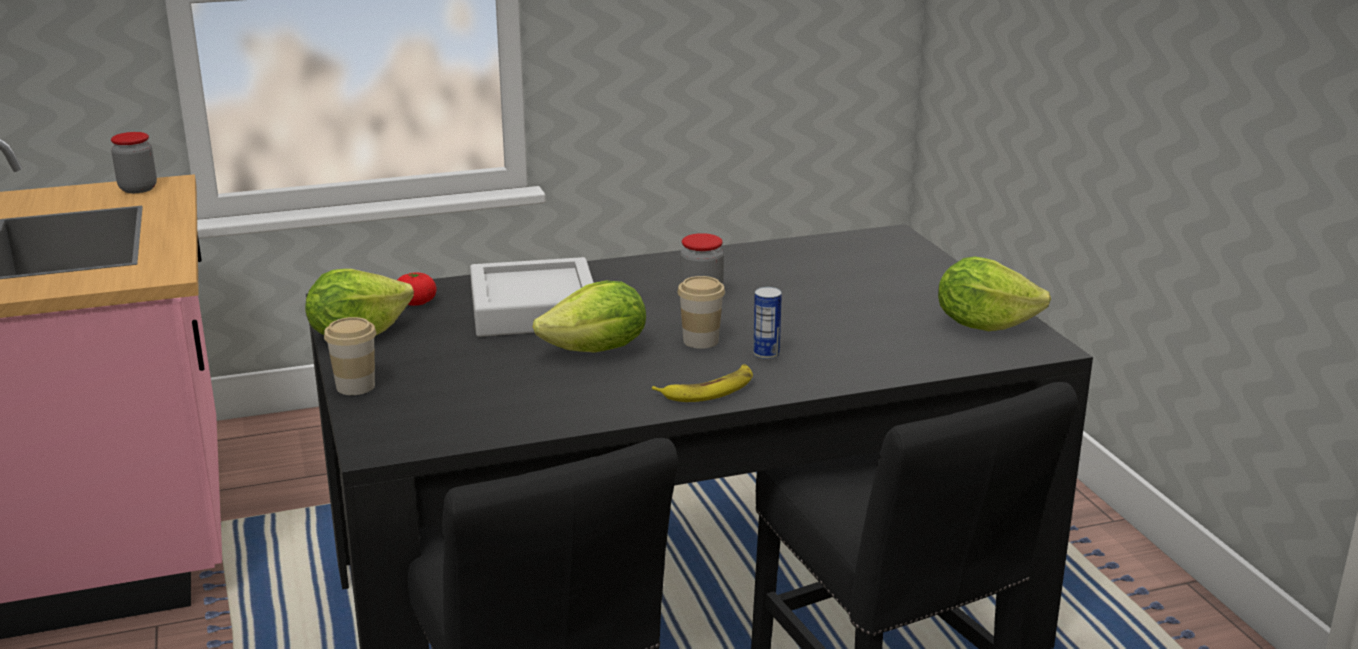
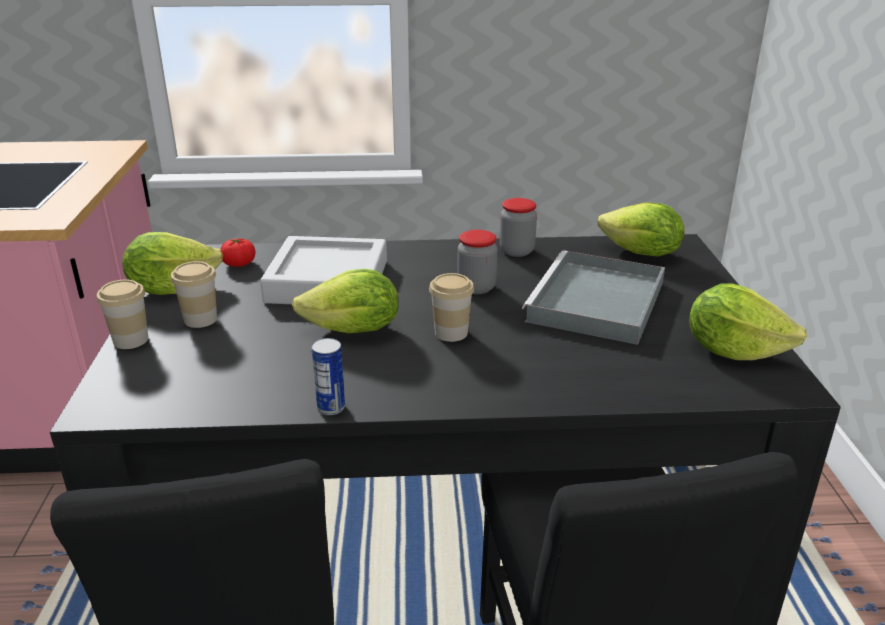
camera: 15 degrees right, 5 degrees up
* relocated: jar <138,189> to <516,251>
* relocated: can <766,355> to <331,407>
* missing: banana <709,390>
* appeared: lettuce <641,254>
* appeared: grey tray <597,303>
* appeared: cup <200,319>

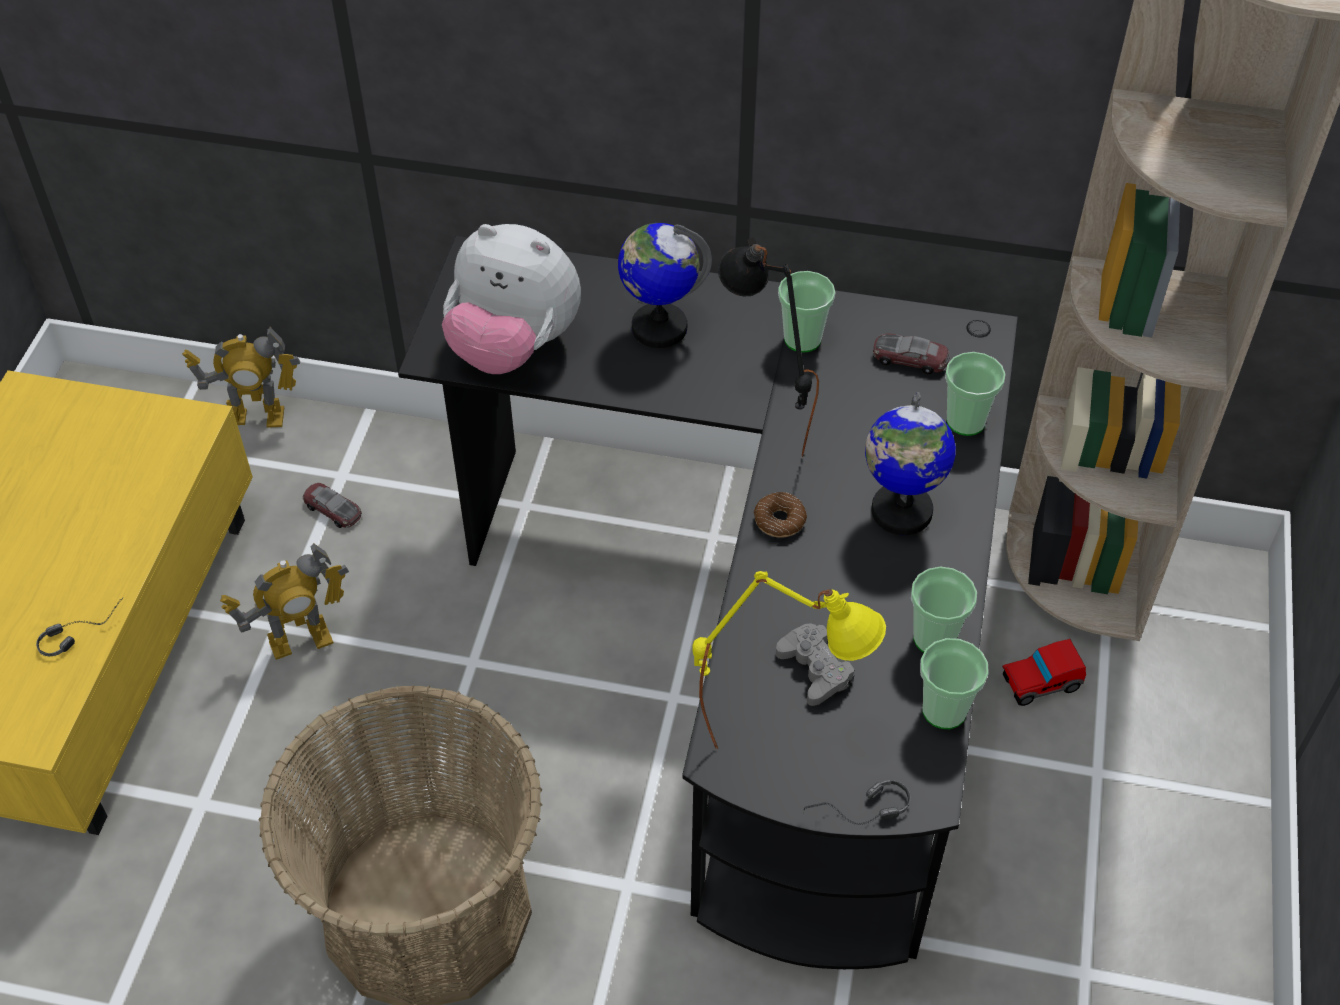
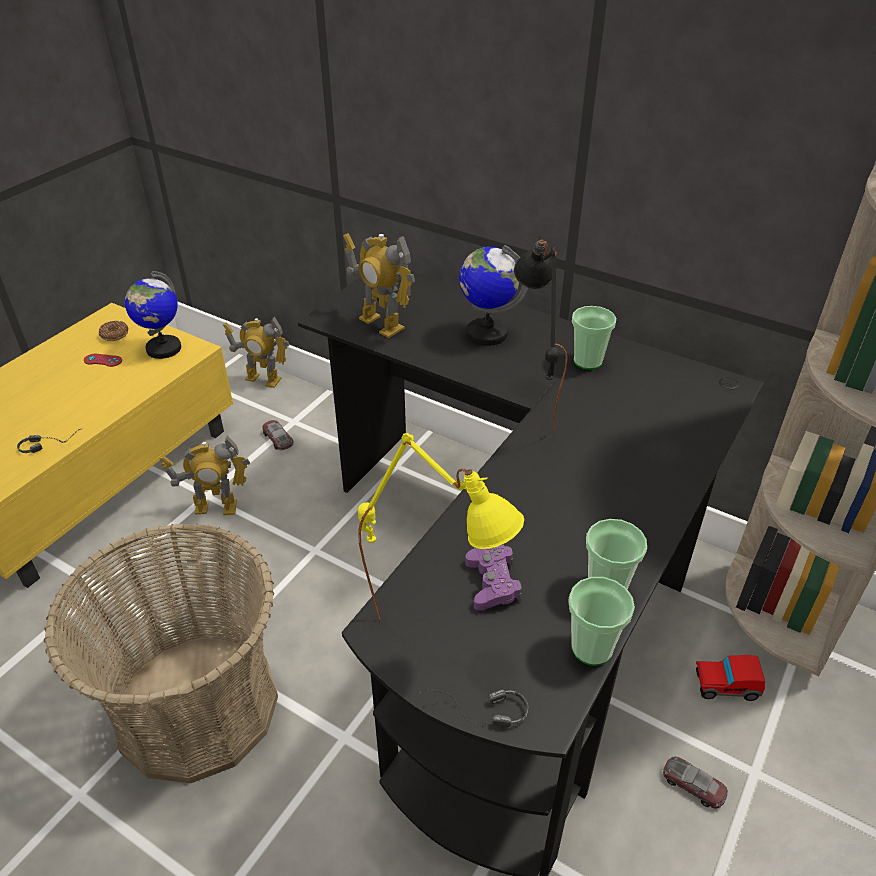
camera: 20 degrees right, 10 degrees down
* exchanged: plush toy <513,347> to toy robot <381,324>
* relocated: toy car <910,358> to <693,785>
* missing: cup <966,421>
* relocated: globe <900,511> to <163,348>
* relocated: donut <779,520> to <114,335>
* colour: grey game controller <814,669> to purple game controller <492,582>
* appeared: red game controller <103,360>

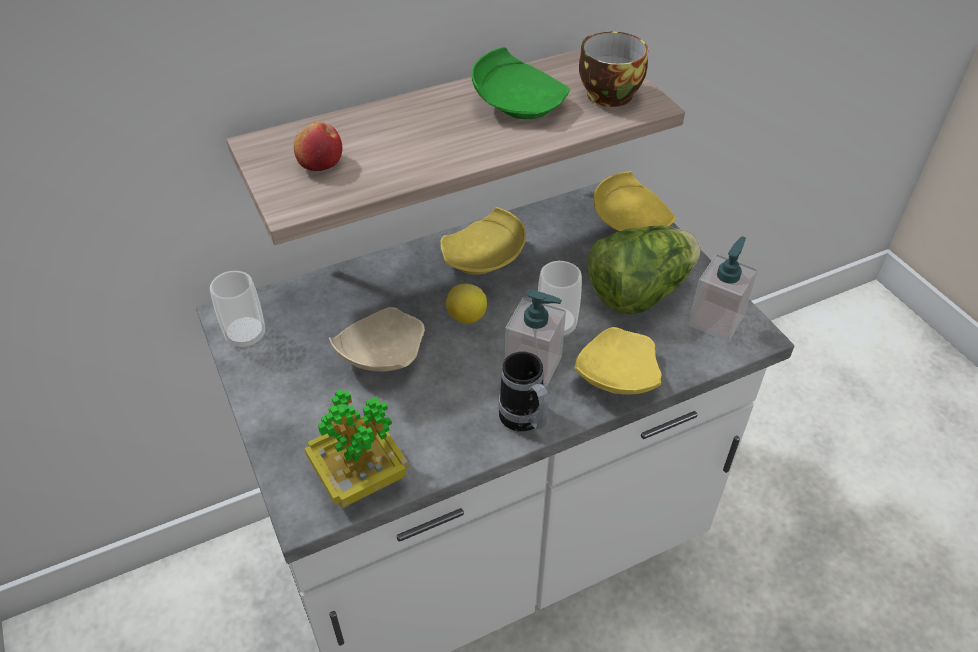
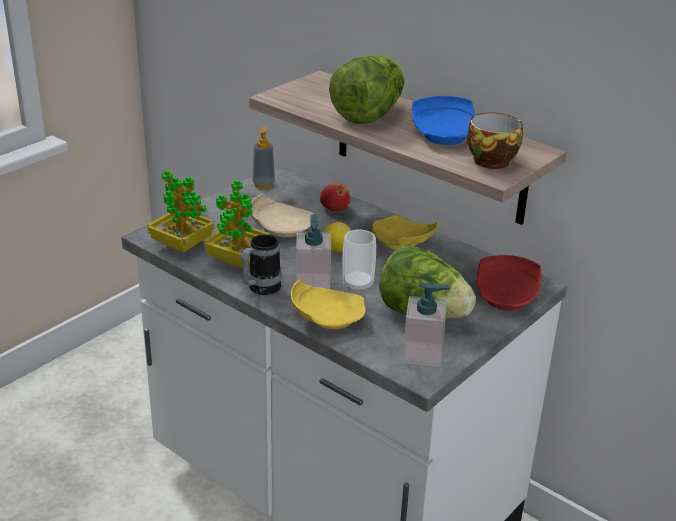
camera: 65 degrees right, 15 degrees down
* colour: green plate <518,103> to blue plate <444,134>
* relocated: apple <320,164> to <334,207>
* colour: yellow plate <631,220> to red plate <507,296>
* exchanged: cup <246,336> to soap dispenser <263,184>
* appeared: lettuce <369,114>
* appeared: potted plant <238,260>

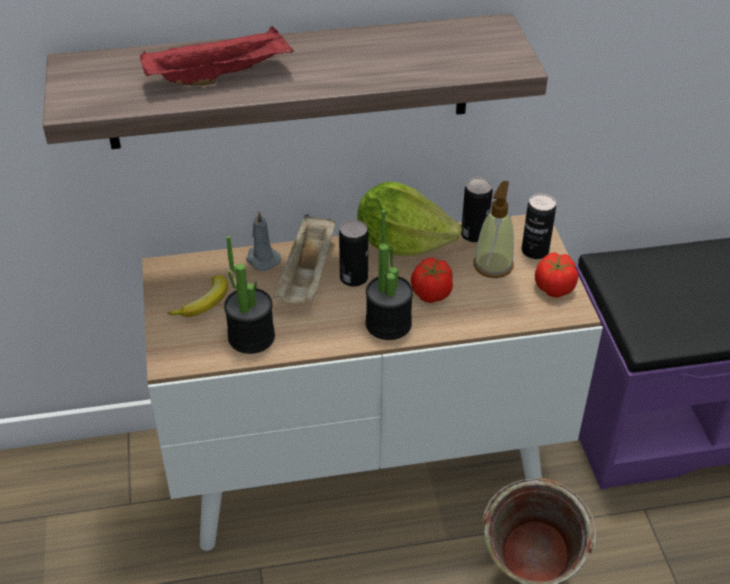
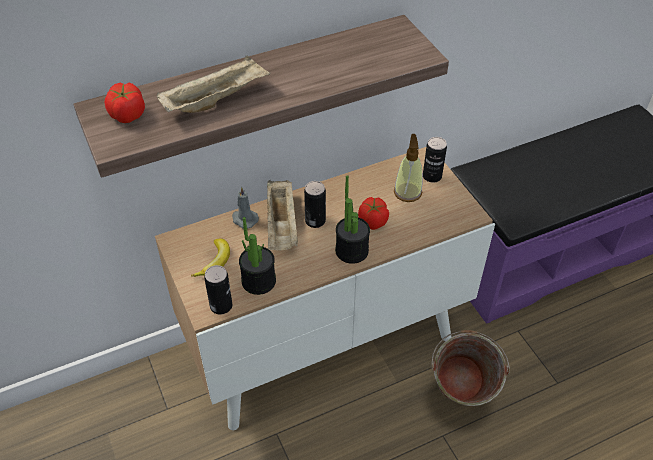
camera: 15 degrees left, 5 degrees up
* colour: red tray <220,76> to beige tray <216,100>
* relocated: can <474,234> to <221,306>
* missing: lettuce <402,243>
* relocated: tomato <554,288> to <127,115>

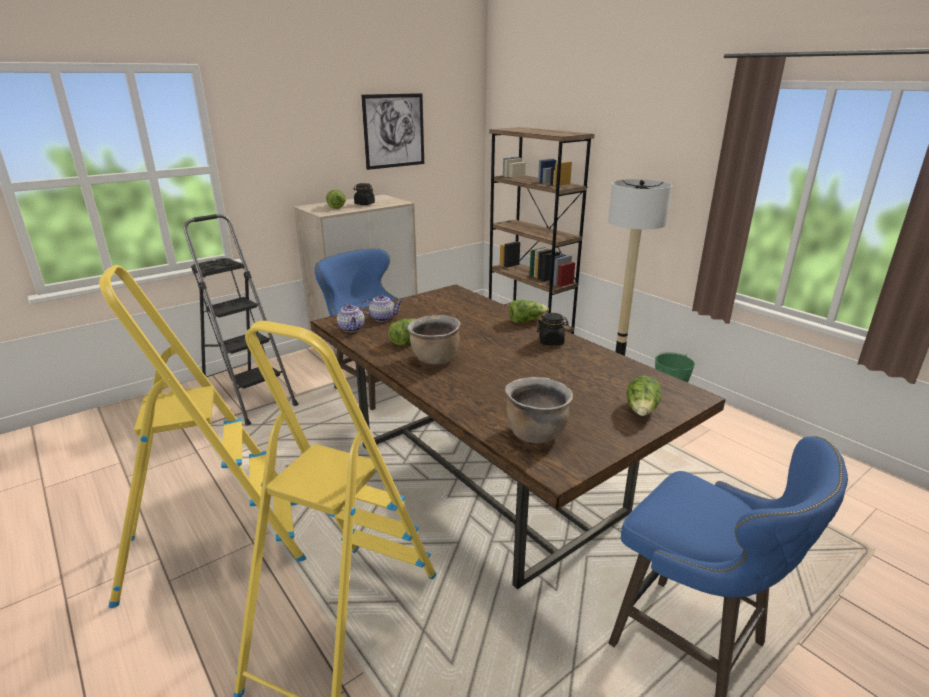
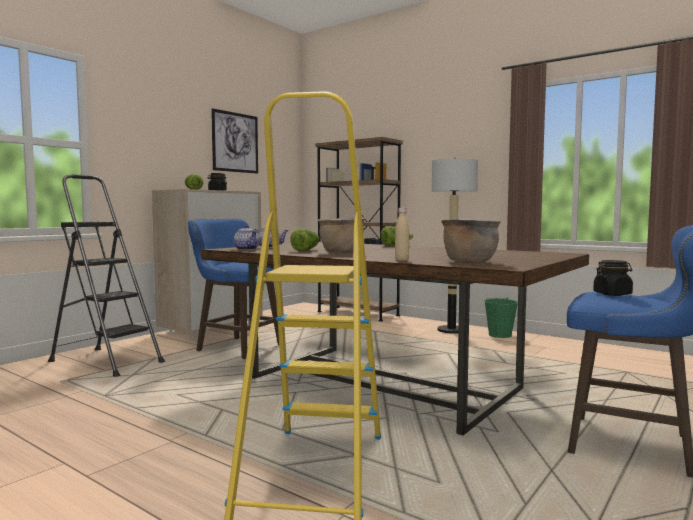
camera: 15 degrees left, 20 degrees down
* missing: yellow step ladder <215,549>
* relocated: black jar <551,341> to <612,294>
* missing: lettuce <642,410>
* appeared: beige bottle <401,260>

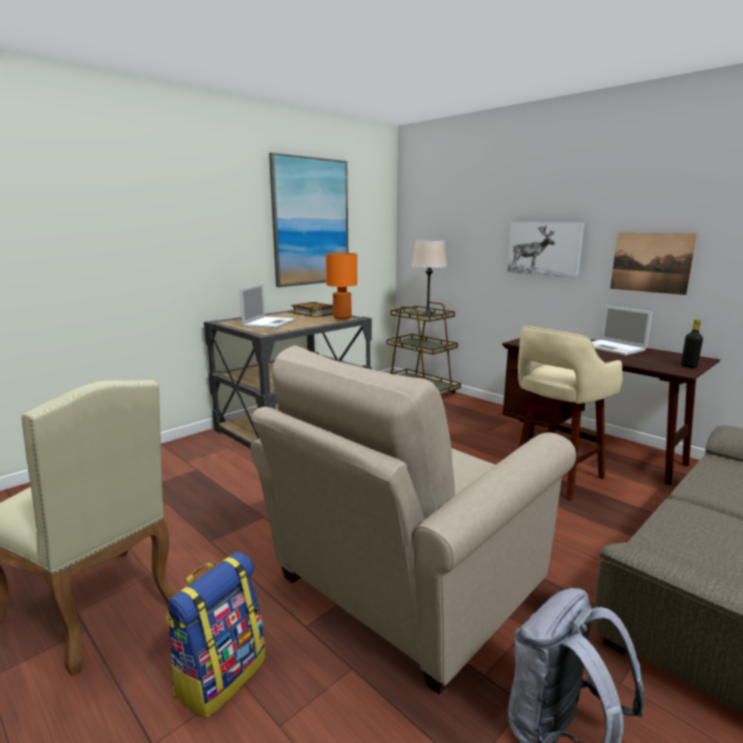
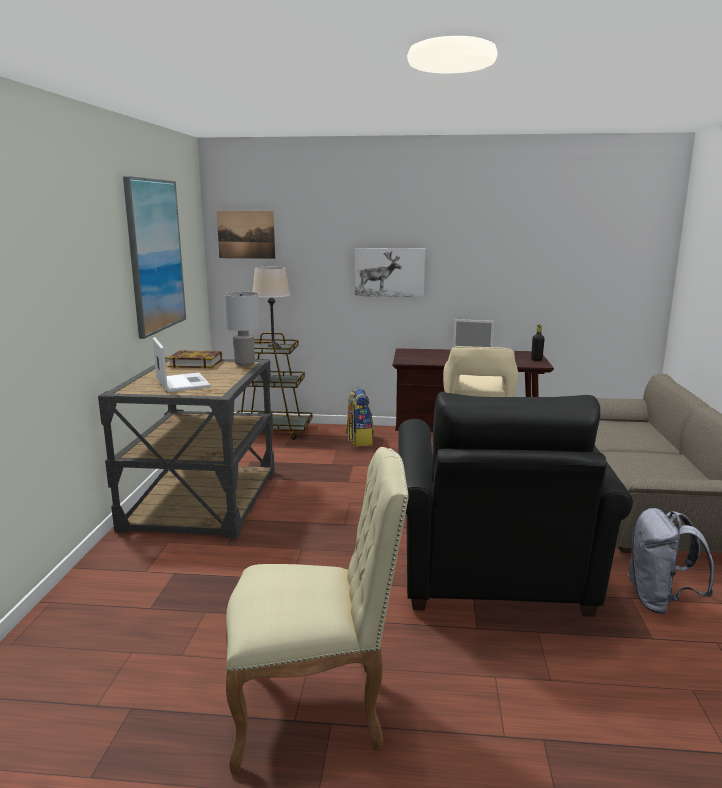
camera: 40 degrees left, 0 degrees up
* relocated: picture <651,262> to <246,234>
* colour: orange table lamp <342,319> to grey table lamp <245,365>
* colour: beige armchair <400,588> to black armchair <493,577>
* relocated: backpack <221,675> to <359,440>

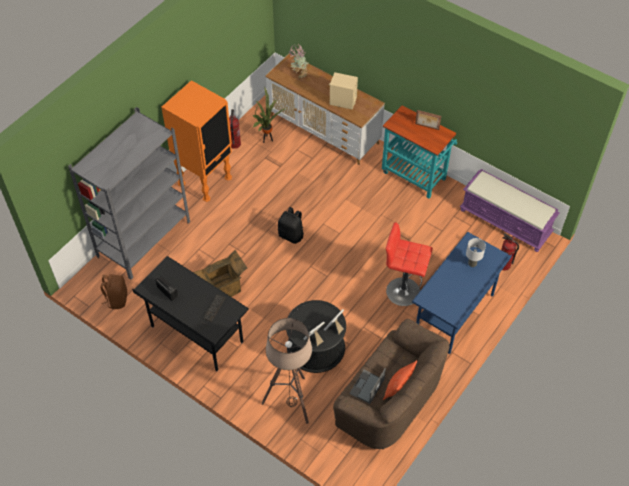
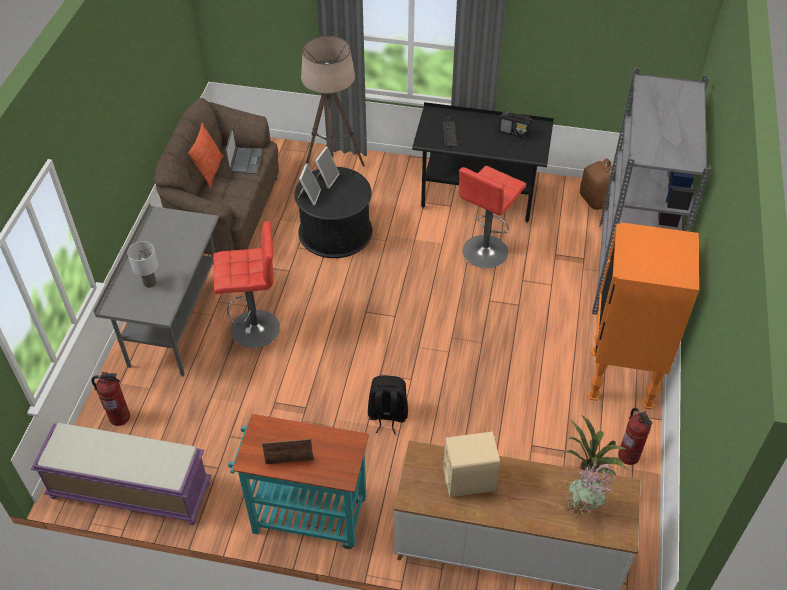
camera: 155 degrees right, 5 degrees down
* relocated: black backpack <291,235> to <387,415>
* colour: blue desk <454,314> to grey desk <175,325>
* exchanged: cardboard box <223,289> to red stool <484,251>

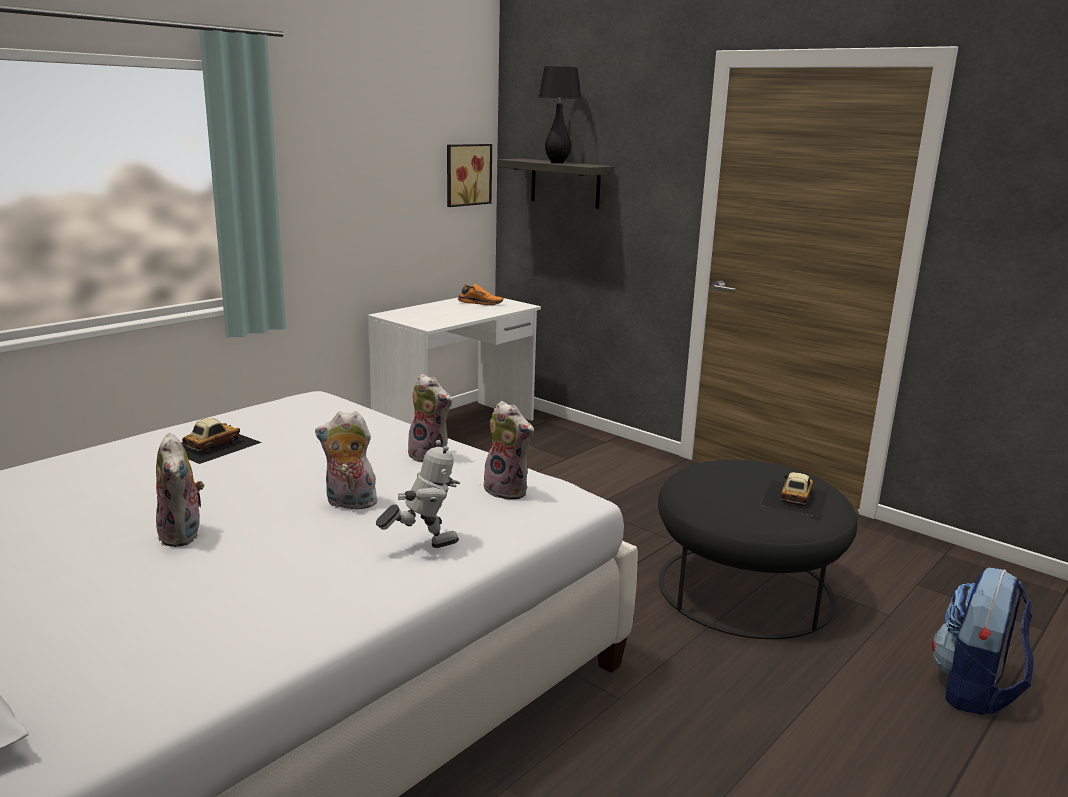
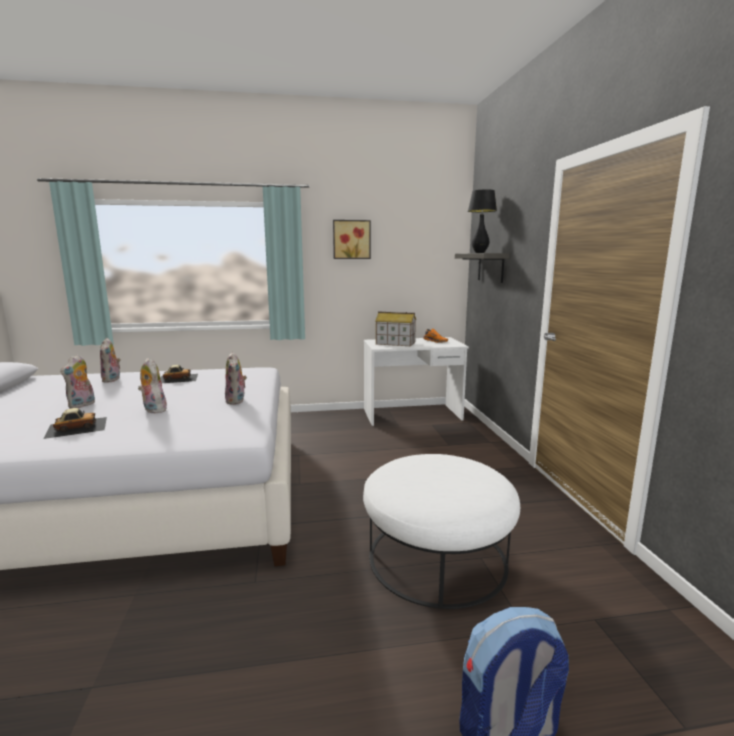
camera: 40 degrees right, 5 degrees down
* relocated: picture <466,174> to <351,239>
* relocated: plush toy <508,491> to <112,380>
* missing: toy robot <423,545>
* colour: black ottoman <744,588> to white ottoman <437,557>
* relocated: toy car <794,497> to <76,427>
* appeared: toy house <395,343>

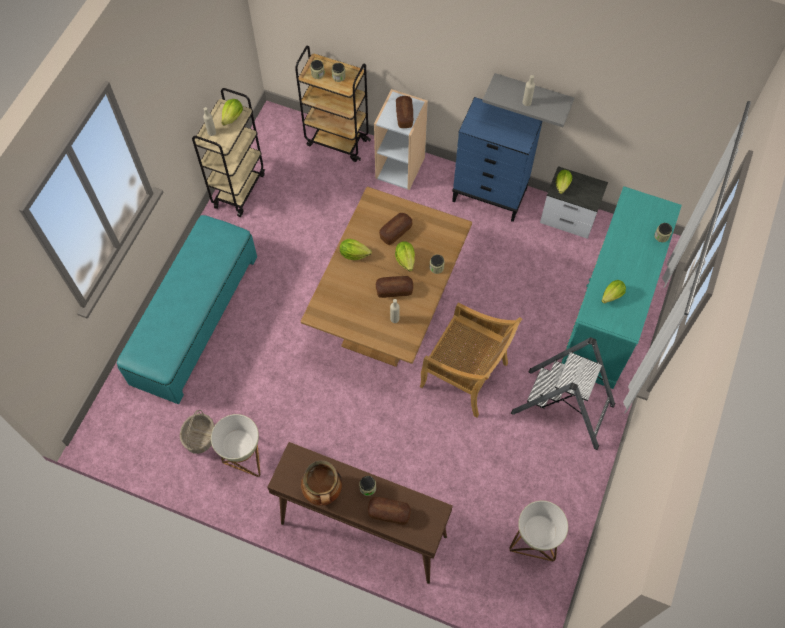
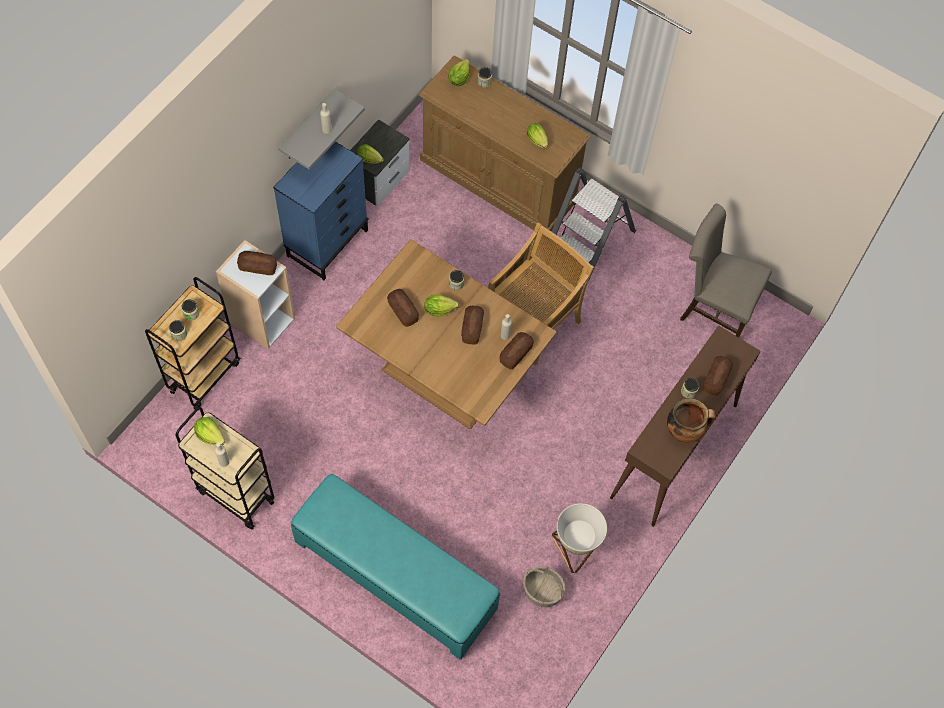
camera: 80 degrees left, 0 degrees up
* colour: turquoise cabinet <606,315> to brown cabinet <499,180>
* relocated: lettuce <354,254> to <459,79>
* exchanged: planter <534,541> to beige chair <713,307>
* appeared: bread <516,353>

